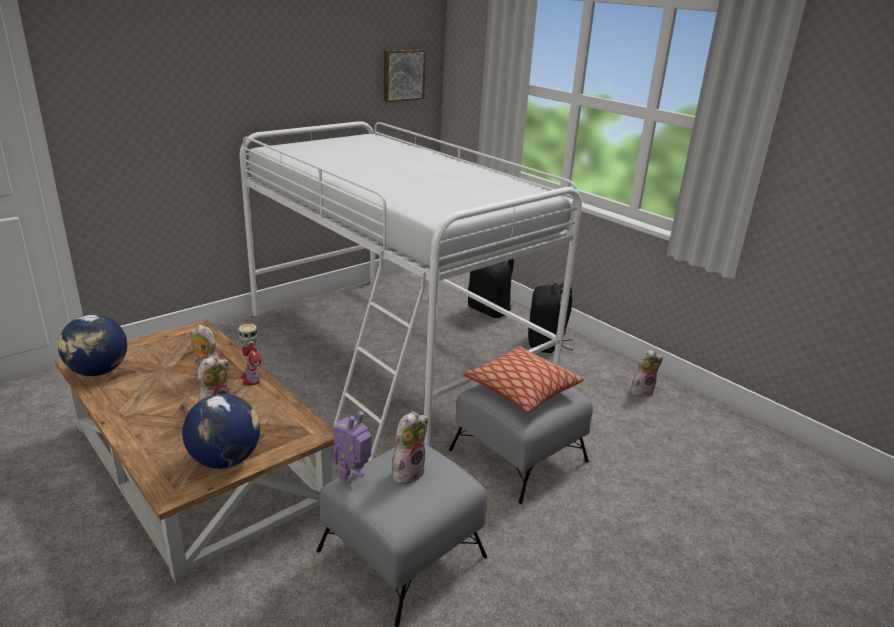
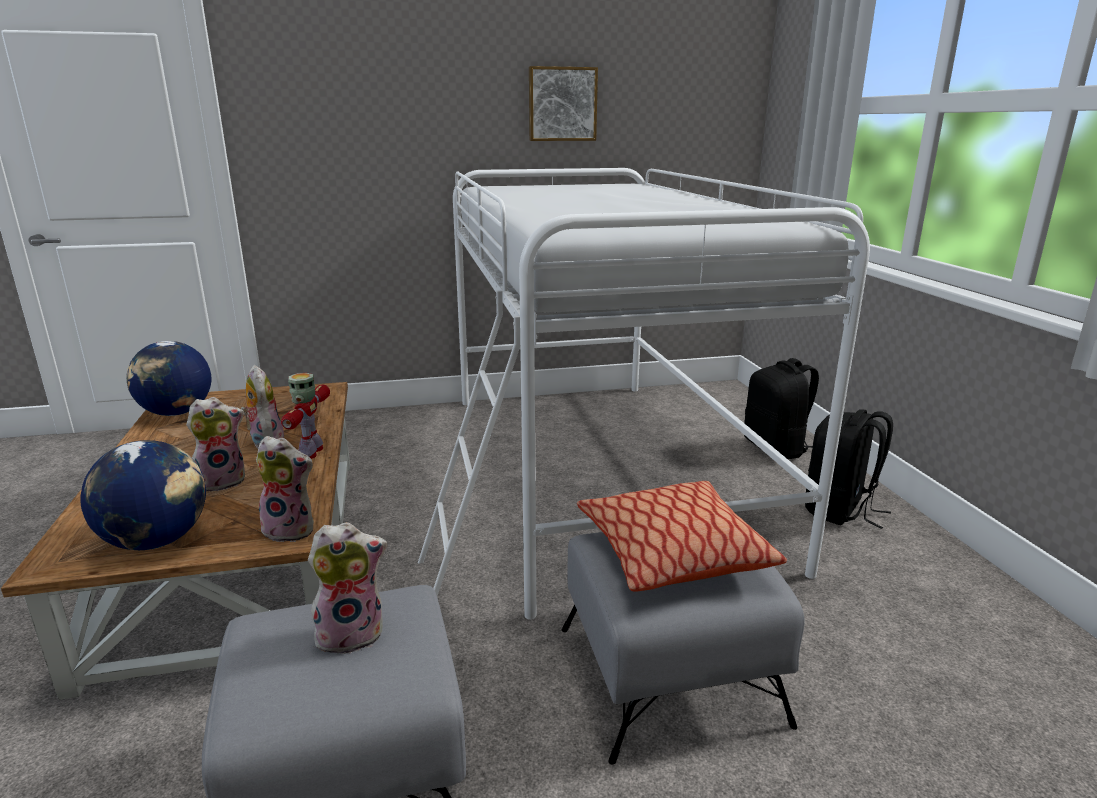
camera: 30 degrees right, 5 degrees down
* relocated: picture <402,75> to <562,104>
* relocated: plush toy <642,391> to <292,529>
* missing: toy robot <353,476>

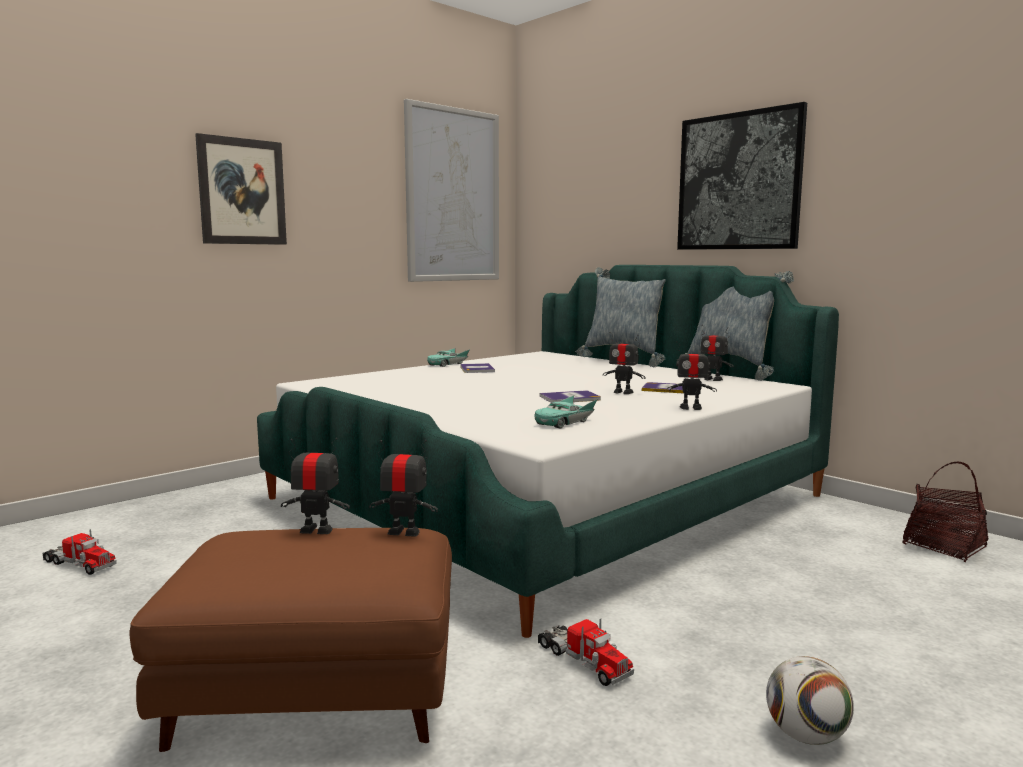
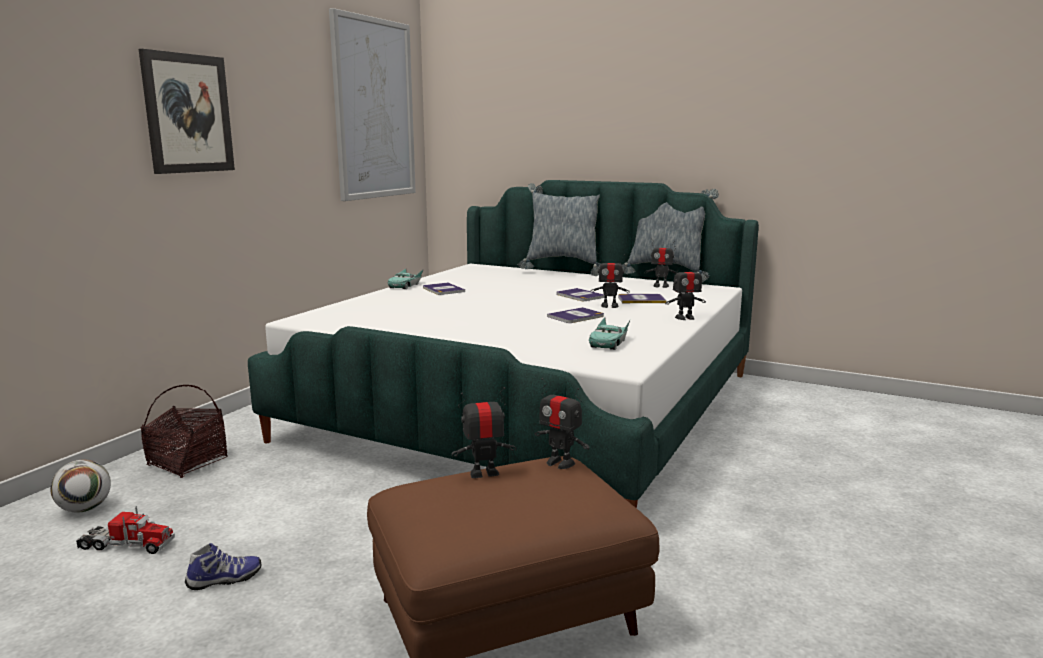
camera: 20 degrees left, 5 degrees up
* missing: picture <739,181>
* spun: toy robot <404,532> = <560,463> 135 degrees counterclockwise
* relocated: basket <943,546> to <187,462>
* missing: toy truck <582,661>
* relocated: football <806,736> to <85,509>
* appeared: book <580,296>
* appeared: shoe <225,580>

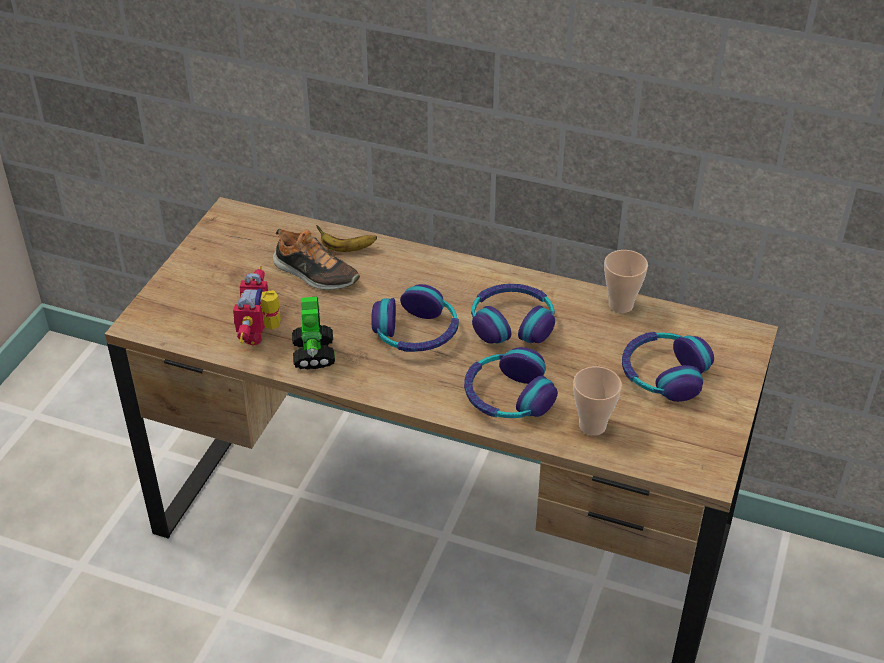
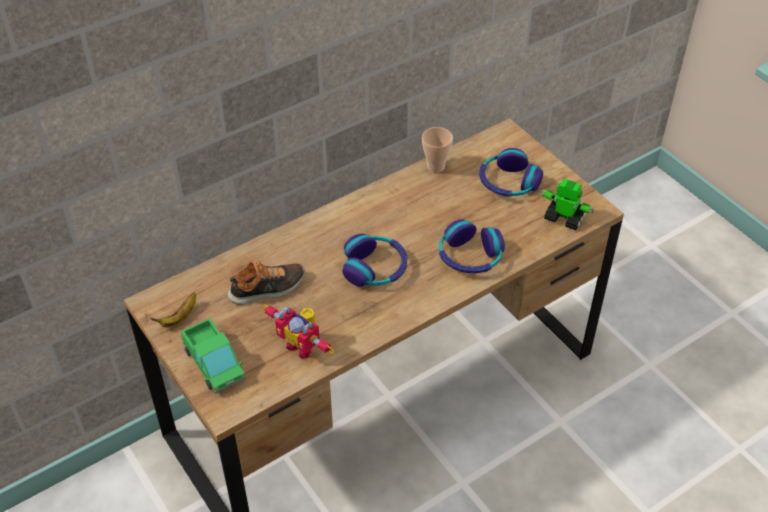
camera: 55 degrees left, 5 degrees up
* relocated: banana <346,249> to <179,318>
* missing: headphones <512,323>
* relocated: toy robot <313,352> to <564,217>
* missing: cup <592,426>
* appeared: toy truck <214,364>

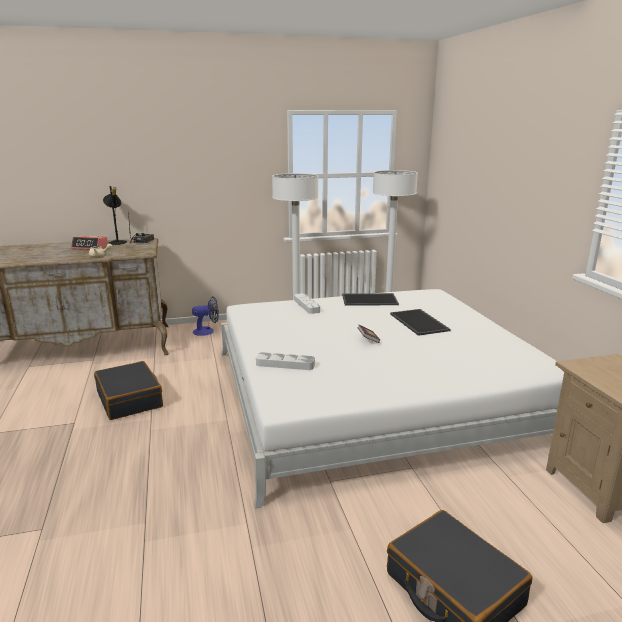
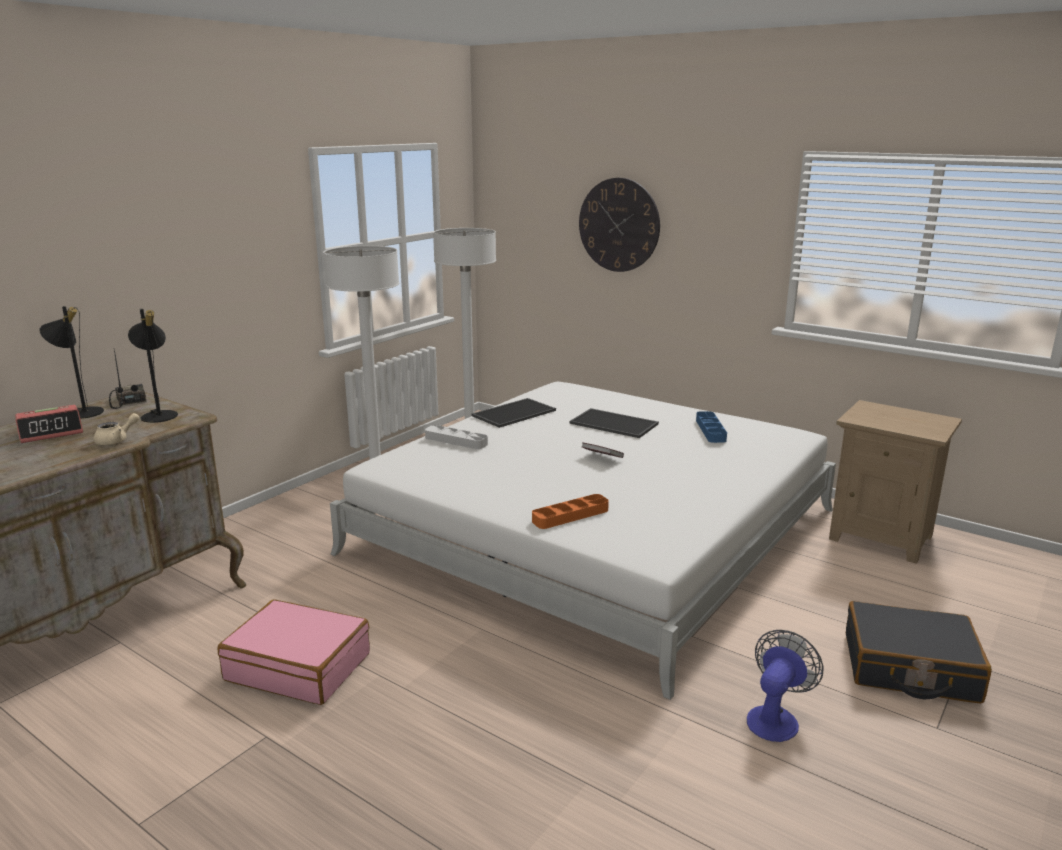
camera: 40 degrees left, 0 degrees up
* relocated: fan <207,331> to <775,717>
* colour: grey tray <285,364> to orange tray <570,515>
* colour: black suitcase <130,399> to pink suitcase <299,666>
* appeared: wall clock <619,225>
* appeared: black table lamp <159,414>
* appeared: blue tray <710,430>

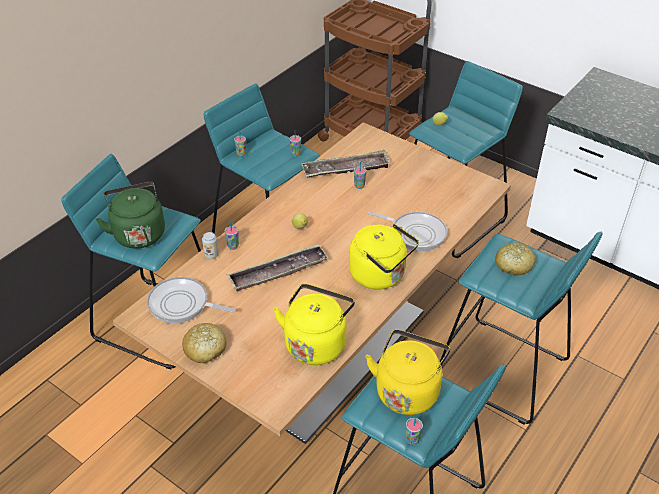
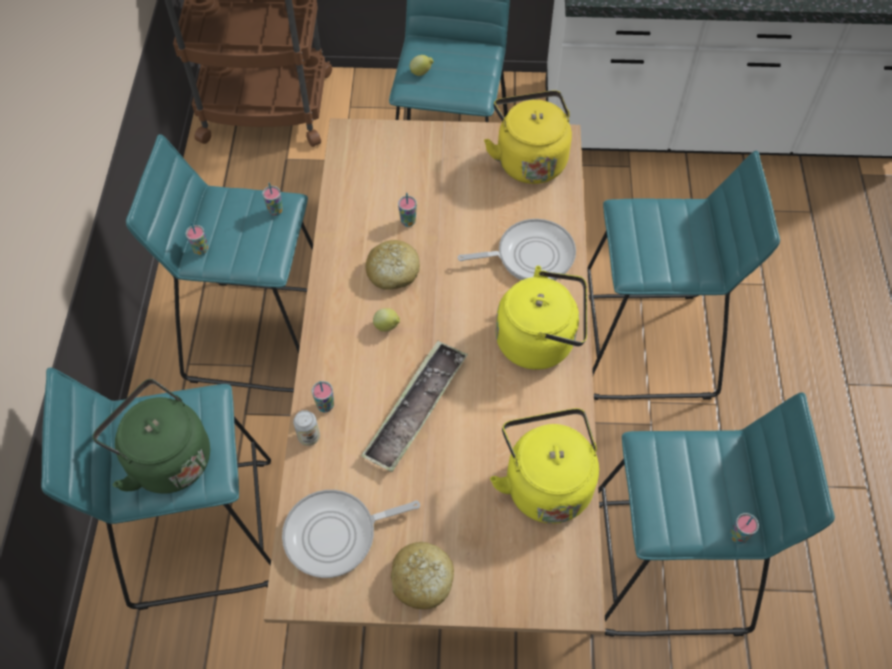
camera: 35 degrees left, 15 degrees up
* missing: tray <346,169>
* relocated: bread <513,264> to <393,272>
* relocated: yellow kettle <407,390> to <529,159>

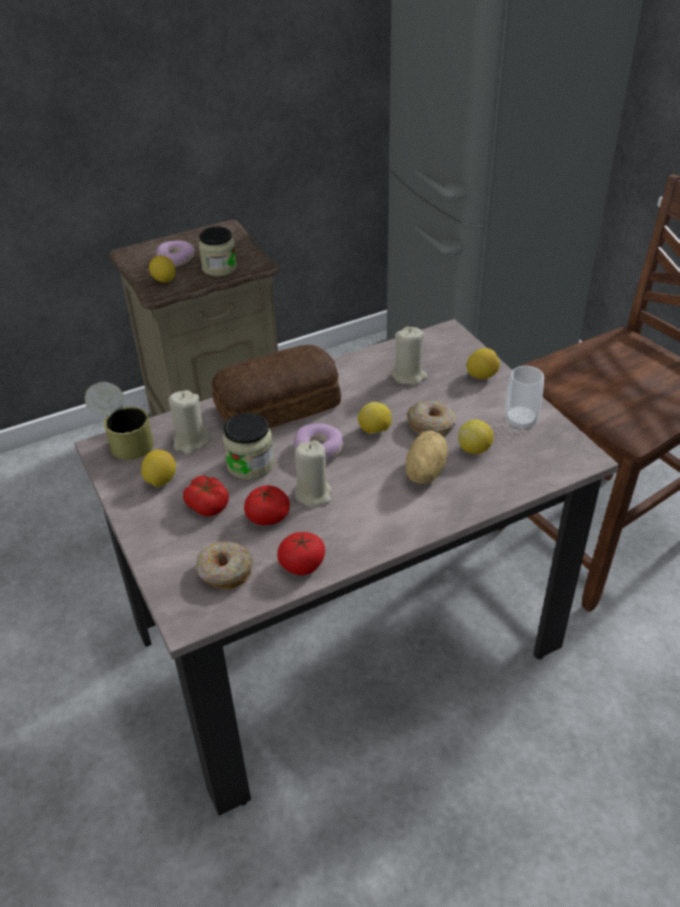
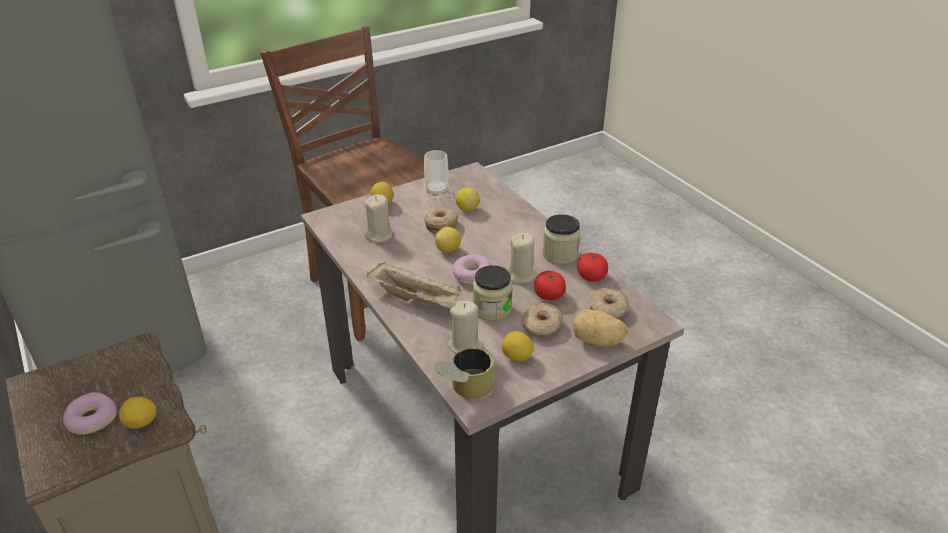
camera: 95 degrees left, 5 degrees down
* relocated: jar <219,268> to <560,254>
* exchanged: bread <280,406> to beige tray <416,299>
* relocated: potato <423,472> to <597,341>
* exchanged: tomato <208,505> to donut <542,326>

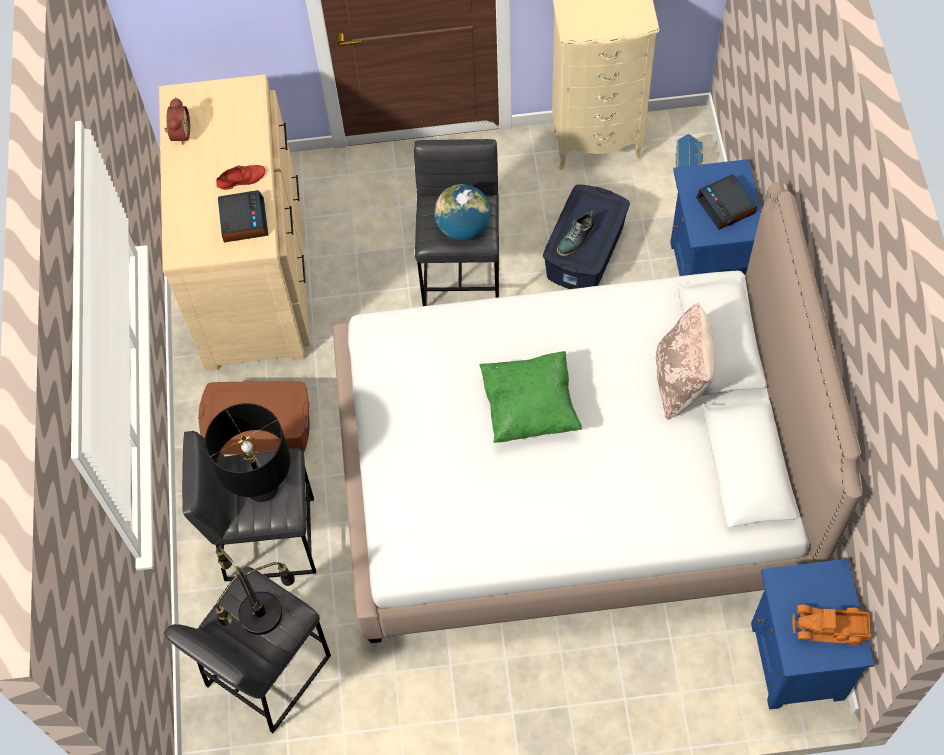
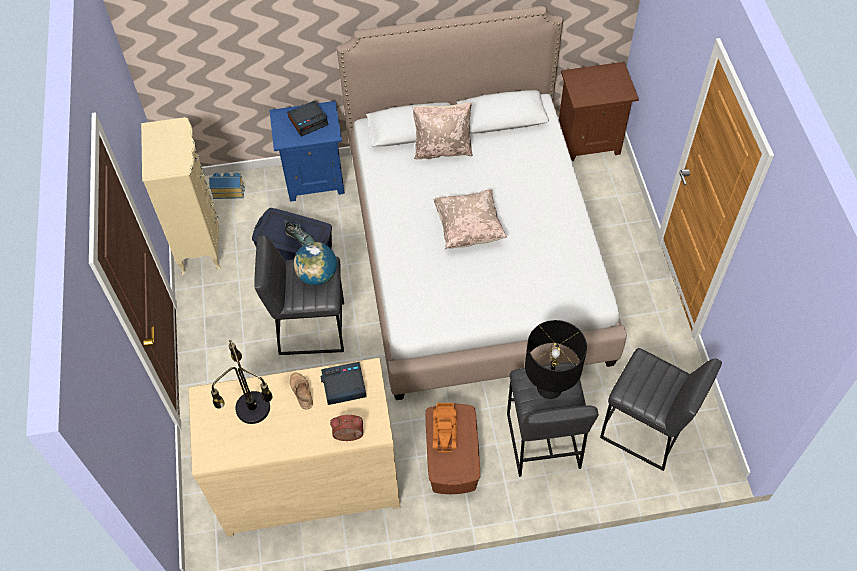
camera: 95 degrees left, 5 degrees down
* relocated: alarm clock <179,134> to <349,436>
* colour: red shoe <241,179> to beige shoe <301,392>
* colour: green pillow <530,408> to beige pillow <469,229>
* relocated: table lamp <260,613> to <252,408>
* colour: blue nightstand <794,662> to brown nightstand <590,142>
* relocated: toy truck <830,628> to <445,429>

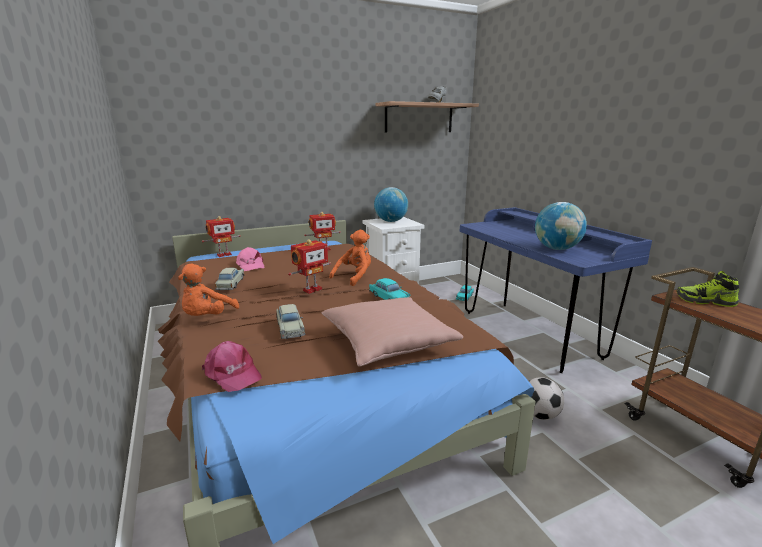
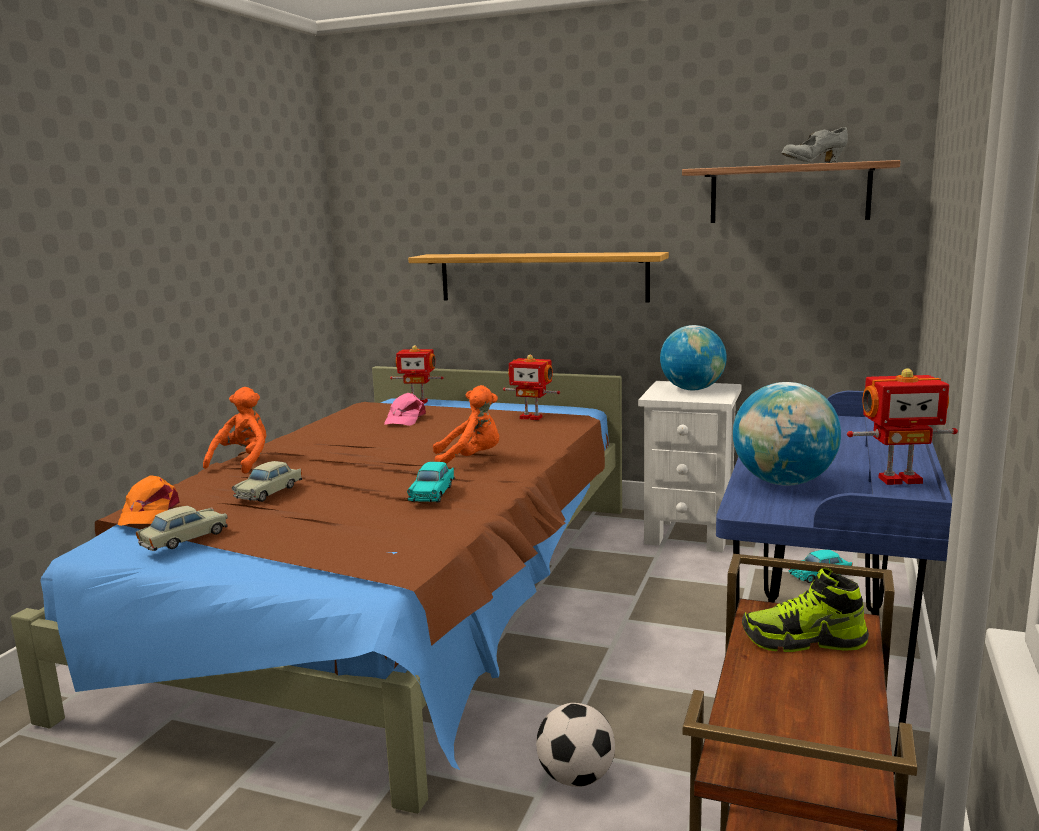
camera: 45 degrees right, 5 degrees down
* relocated: toy robot <311,289> to <899,479>
* spun: orange plush toy <207,317> = <243,462> 135 degrees clockwise
* relocated: beige toy car <230,284> to <184,539>
* spun: shoe <705,301> = <804,641> 60 degrees counterclockwise
* missing: pink pillow <388,342>
* colour: pink cap <232,374> to orange cap <149,513>
* appeared: shelf <542,277>

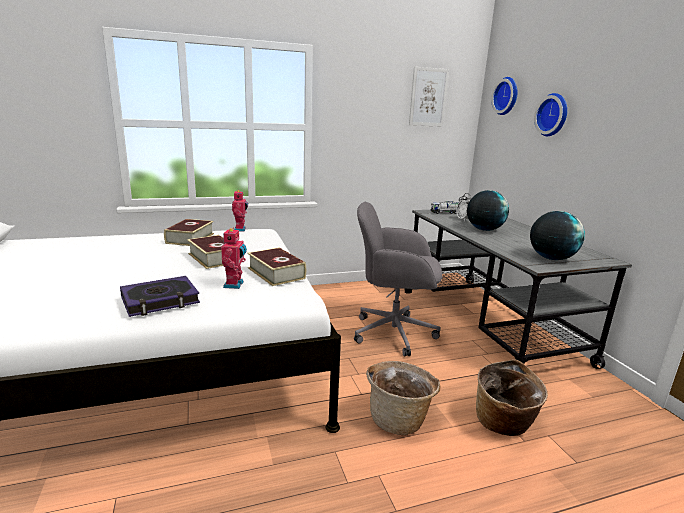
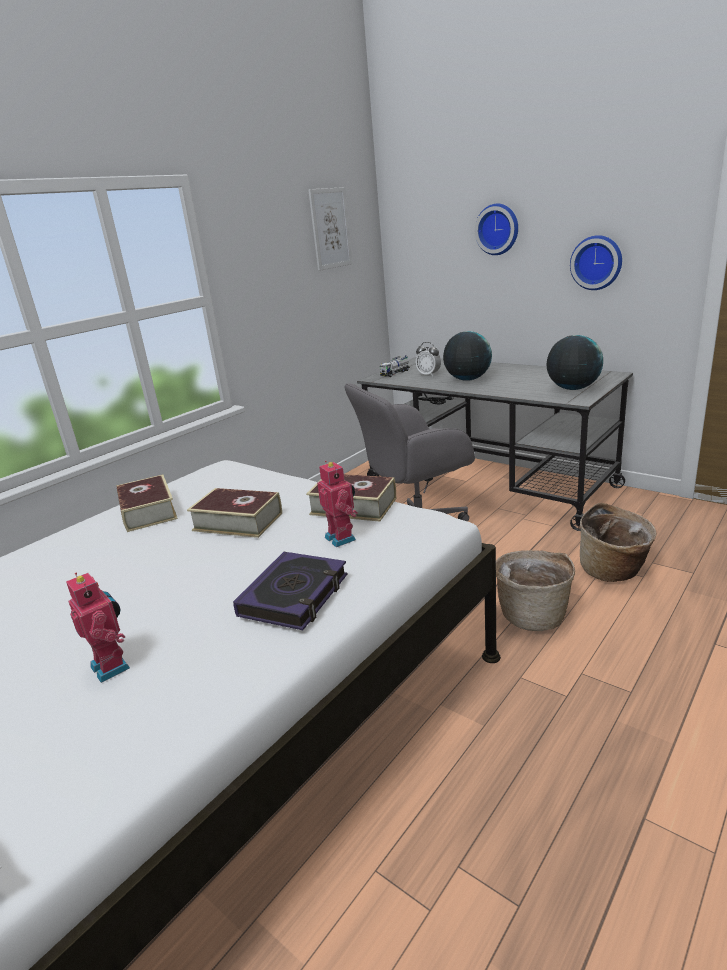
camera: 30 degrees left, 5 degrees up
* relocated: wall clock <507,96> to <597,262>
* relocated: toy robot <241,229> to <113,666>

